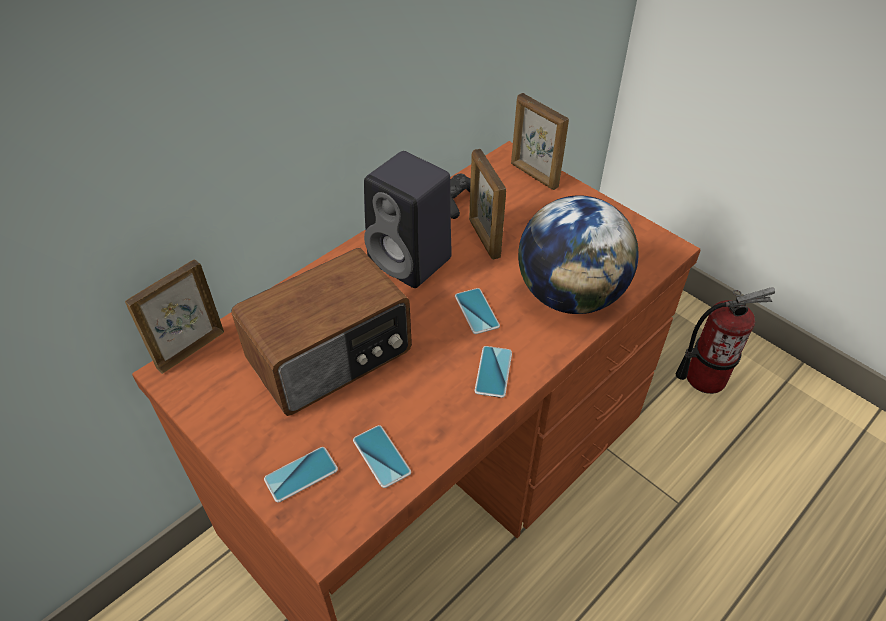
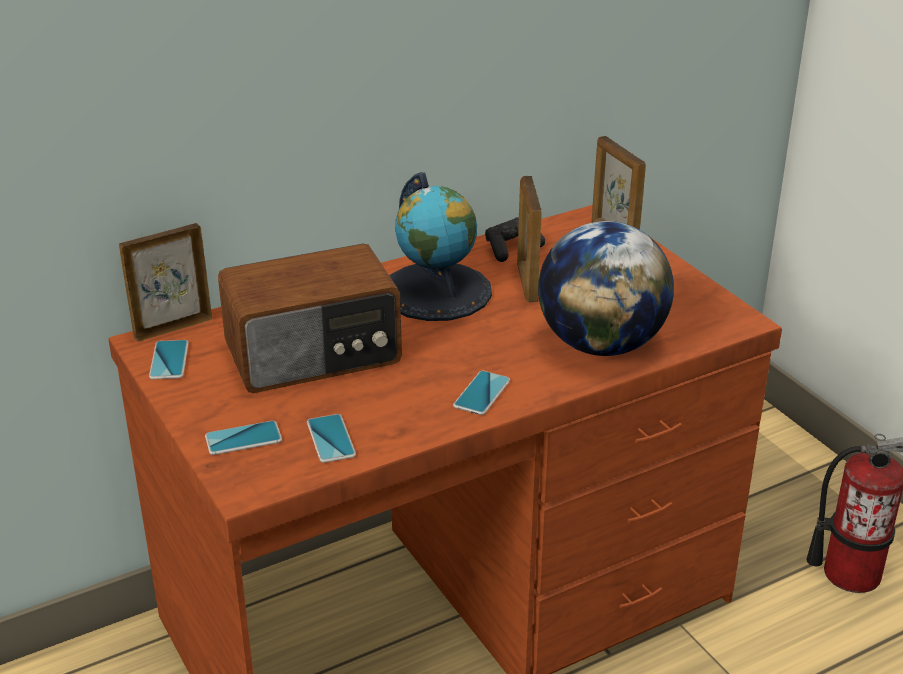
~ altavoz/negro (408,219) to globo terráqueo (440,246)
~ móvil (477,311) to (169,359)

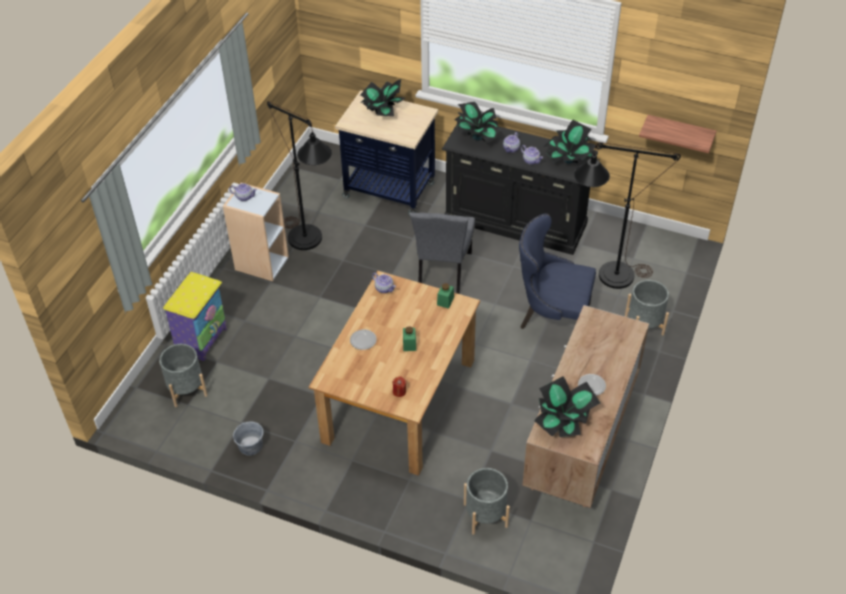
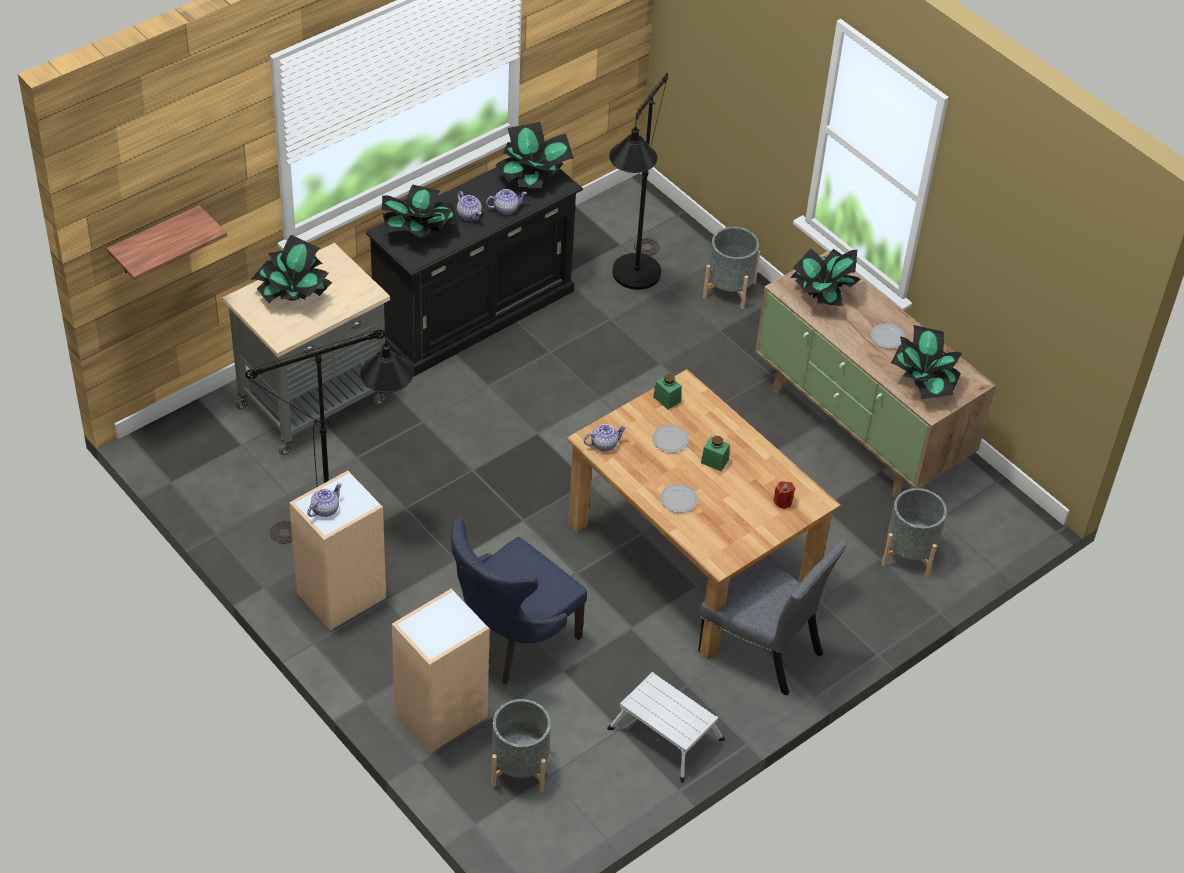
~ mesita de noche (195,316) to estantería (440,670)
~ cubo/gris (248,438) to escalera de tijera/blanco (666,727)
~ carrito/azul (386,153) to carrito/gris (306,349)
~ silla/gris (442,253) to (772,618)
~ silla/azul (557,271) to (519,601)
~ estante (678,134) to (167,242)
+ plato (670,439)
+ planta en maceta (825,277)

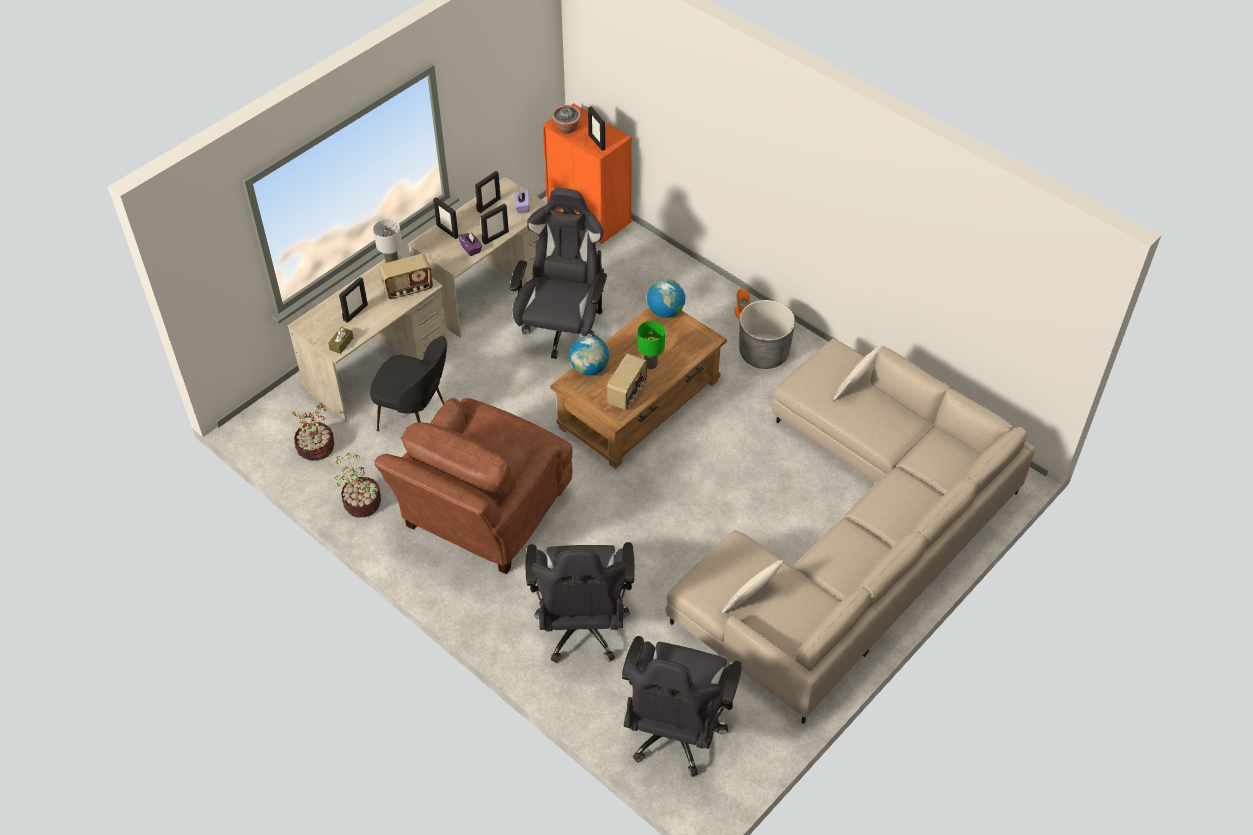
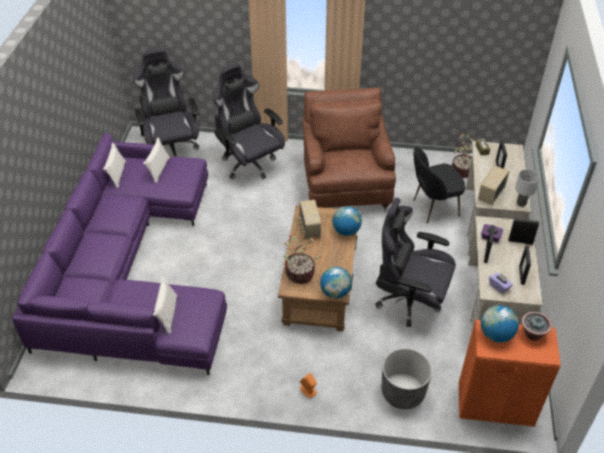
~ planta en maceta (358,485) to (302,259)
~ silla de oficina/negro (558,273) = (415,262) 135 degrees clockwise
~ portarretratos (596,128) to globo terráqueo (500,324)
- lámpara de mesa/verde (651,345)
~ sofá/beis (850,531) to sofá/morado (119,254)
~ maceta/gris (767,334) to (407,378)
+ cojín/blanco (114,165)

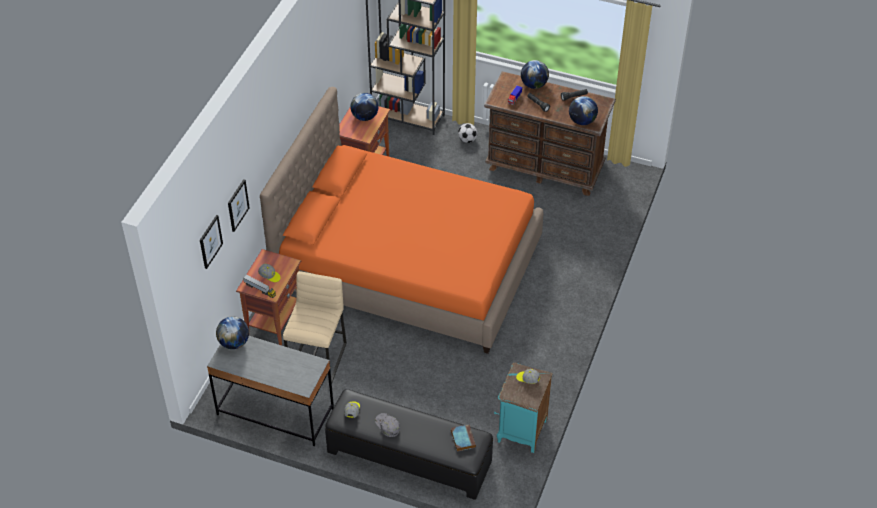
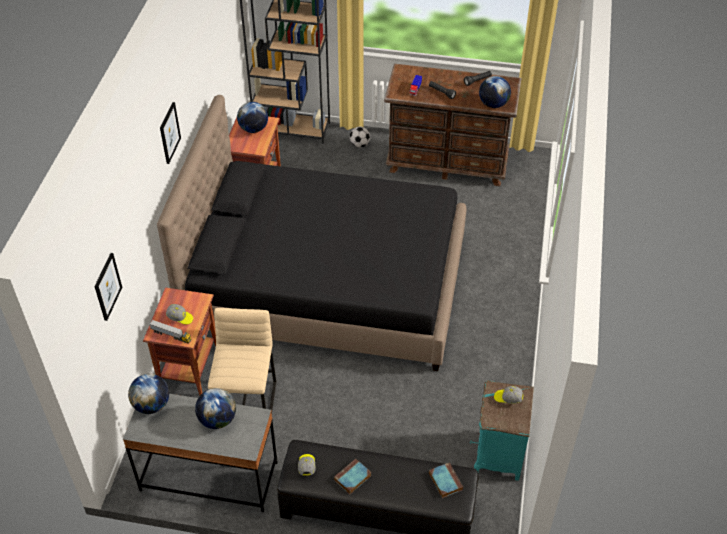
~ cuadro (239,205) to (170,133)
~ cama/naranja (401,220) to cama/negro (312,233)
~ gorra/gris (387,425) to libro (353,476)
~ globo terráqueo (535,74) to (215,408)

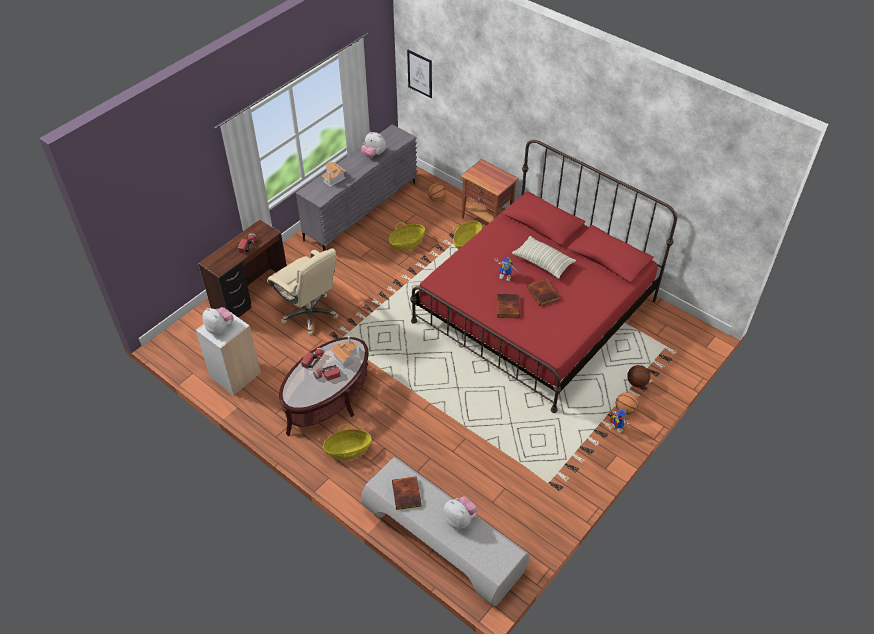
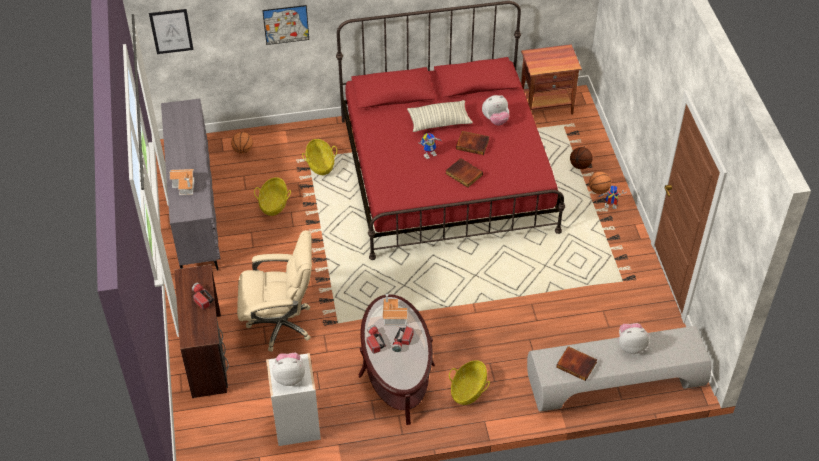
~ peluche (373,145) to (495,110)
~ mesita de noche (489,191) to (551,79)
+ cuadro (285,25)

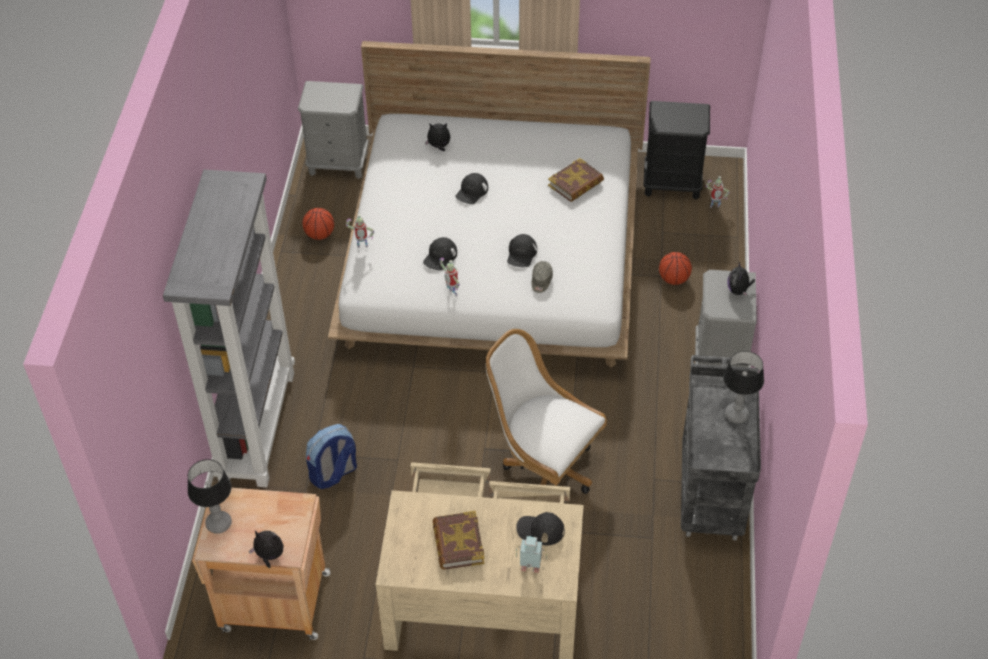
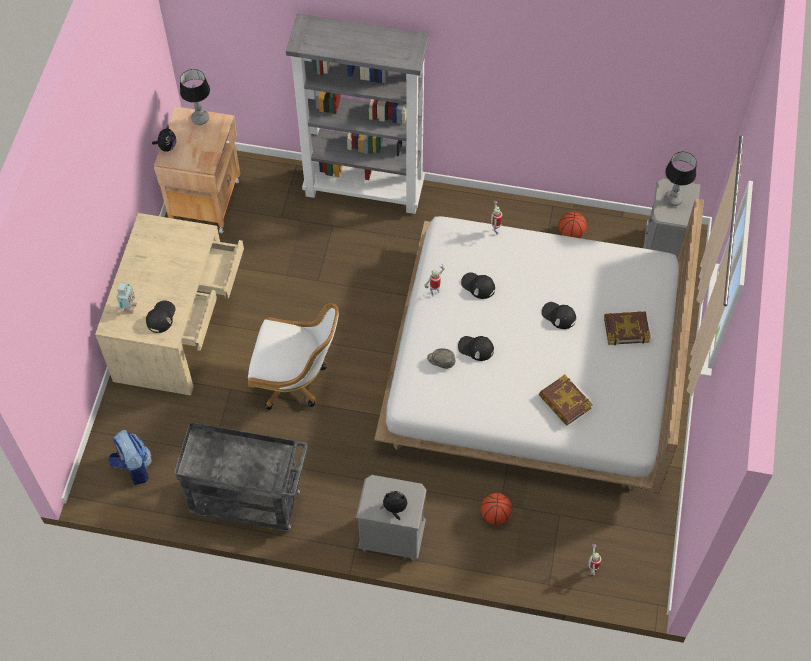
~ mochila (331,456) to (130,457)
- peluche (437,137)
~ libro (458,540) to (627,328)
~ silla de oficina/blanco (546,411) = (293,356) 60 degrees clockwise
- mesita de noche/negro (676,150)
~ lámpara de mesa (743,387) to (680,179)

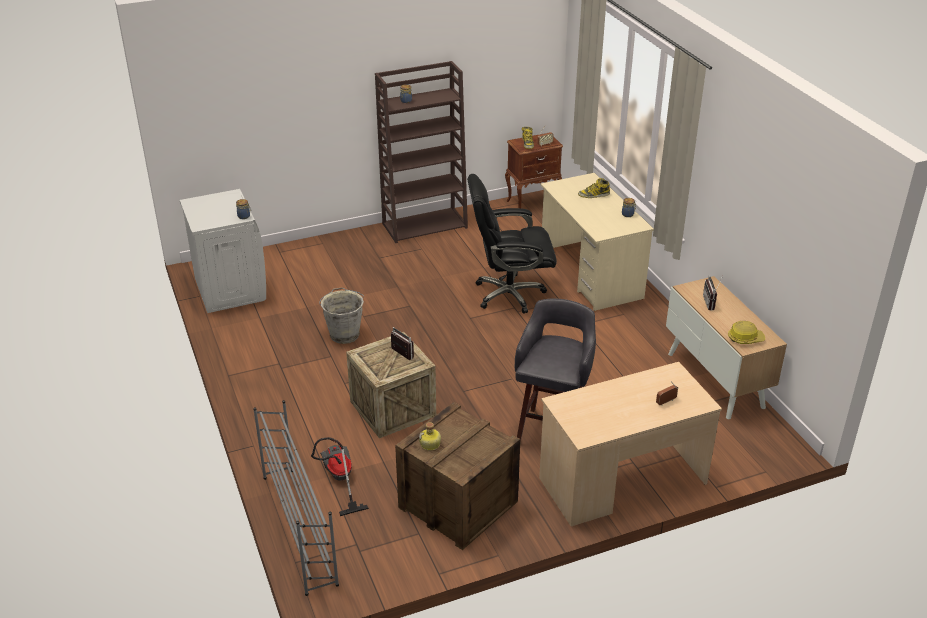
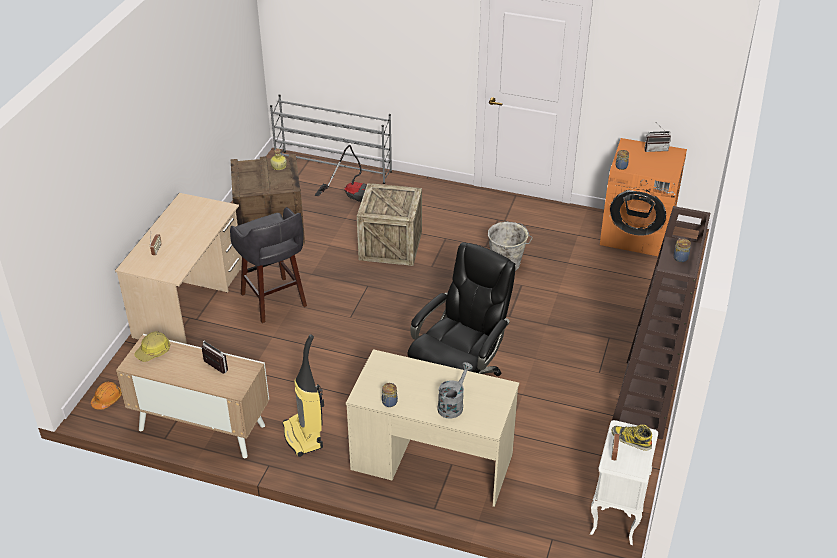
~ lavadora/blanco (223,251) to lavadora/naranja (643,197)
~ radio (402,343) to (657,138)
~ mesita de noche/marrón (534,170) to mesita de noche/blanco (624,482)
~ bota (594,188) to regadera/gris (455,390)
+ casco/naranja (106,396)
+ aspiradora (303,396)

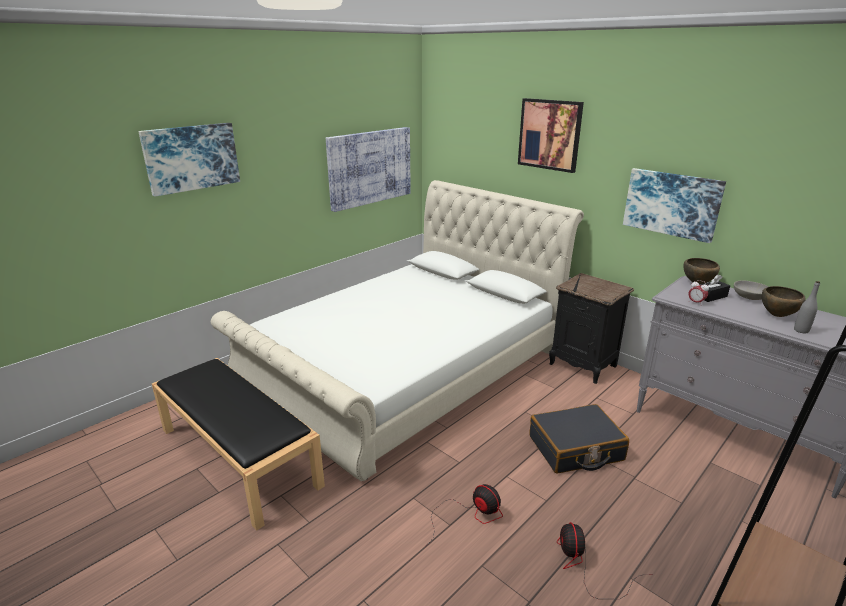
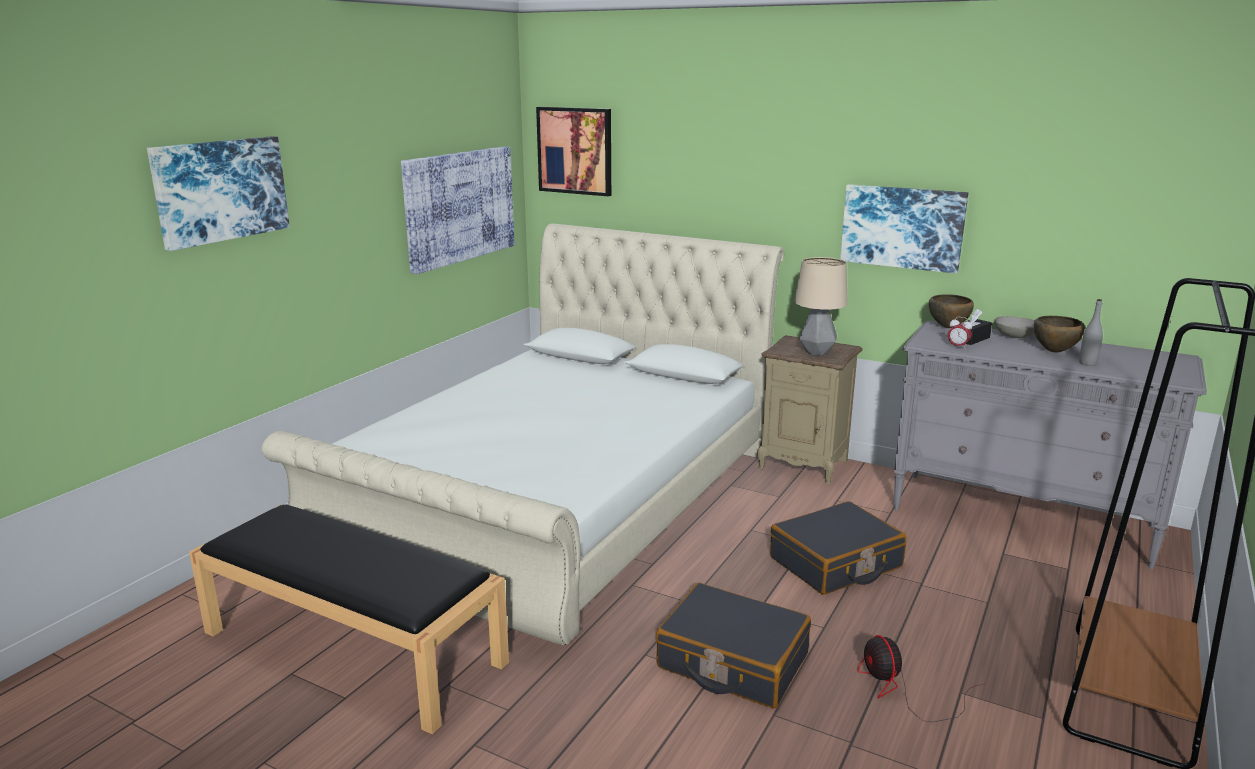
~ ventilador (465,514) to maleta/negro (733,645)
~ cuadro (551,135) to (573,151)
~ mesita de noche/negro (591,328) to mesita de noche/beis (810,410)
+ lámpara de mesa (821,306)

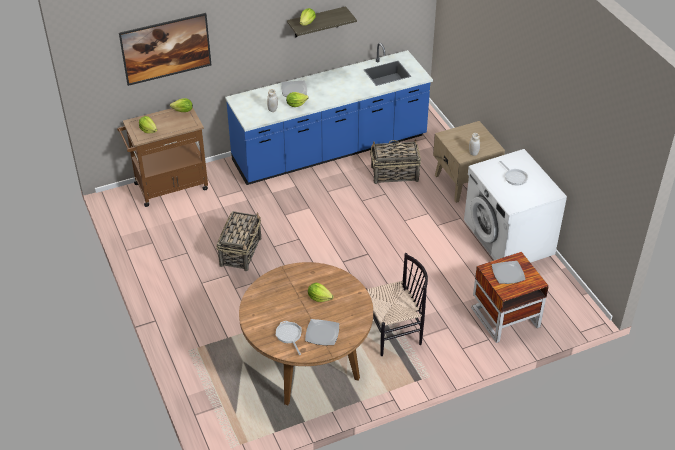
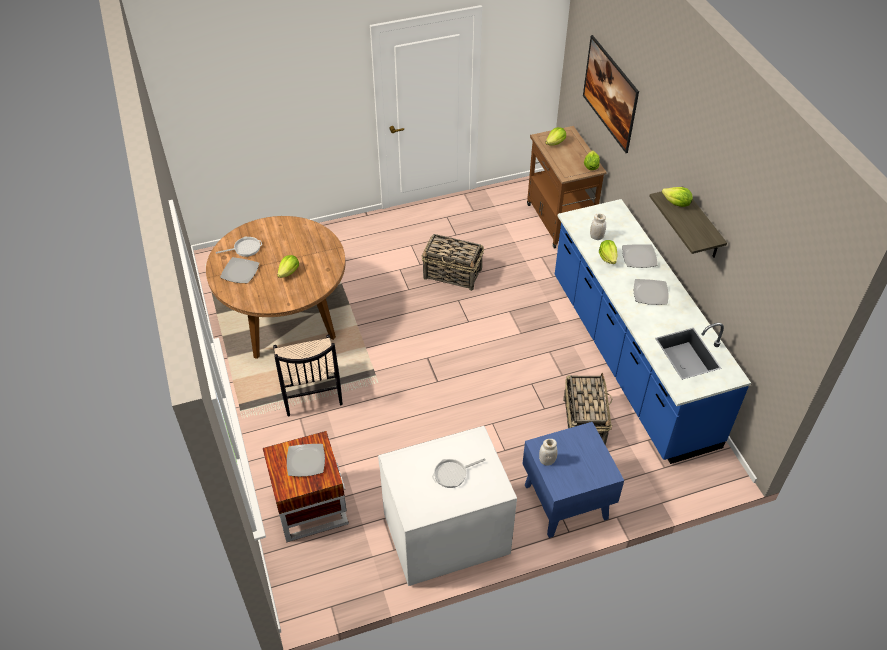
~ mesita de noche/beis (469,162) to mesita de noche/azul (573,480)
+ plato (651,292)

